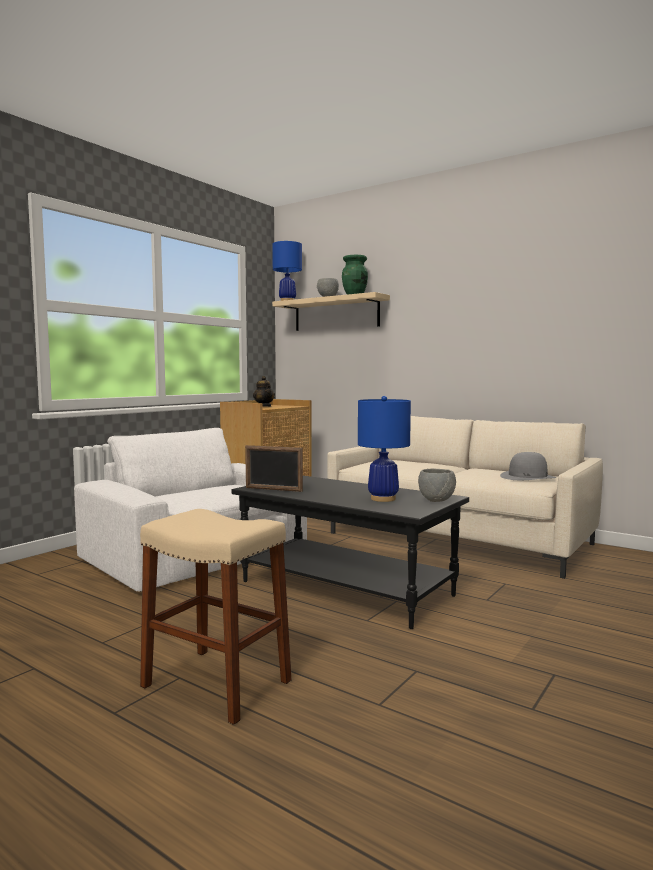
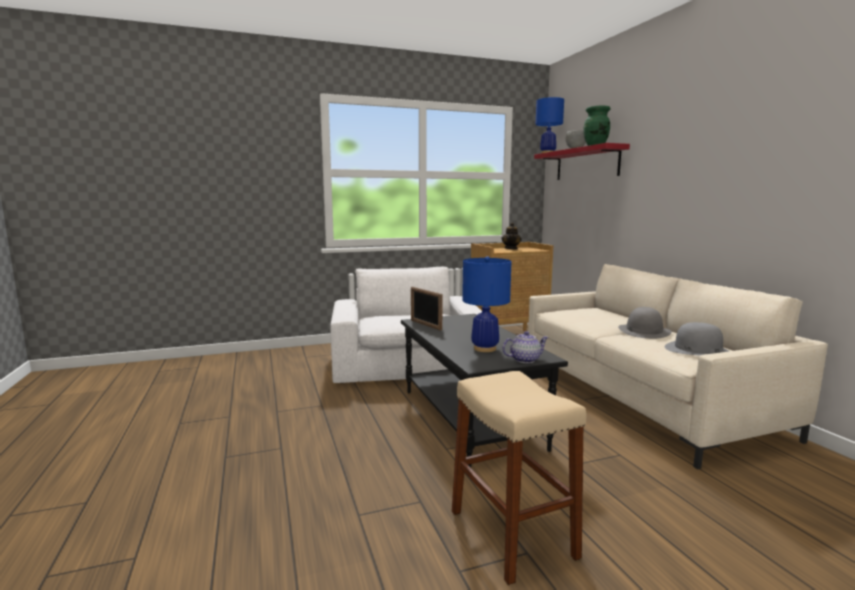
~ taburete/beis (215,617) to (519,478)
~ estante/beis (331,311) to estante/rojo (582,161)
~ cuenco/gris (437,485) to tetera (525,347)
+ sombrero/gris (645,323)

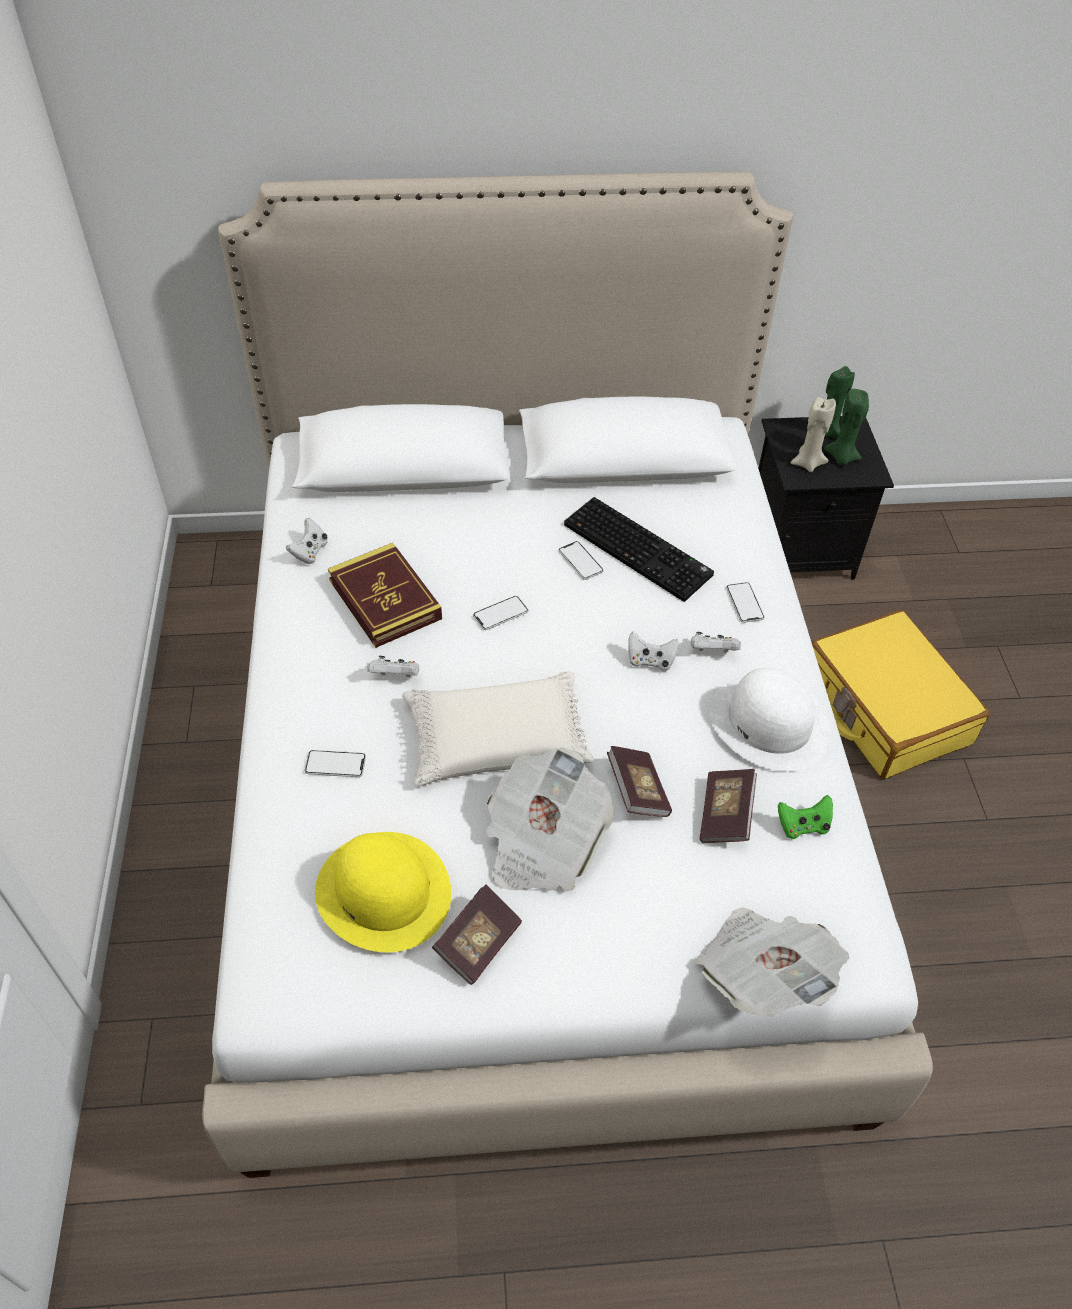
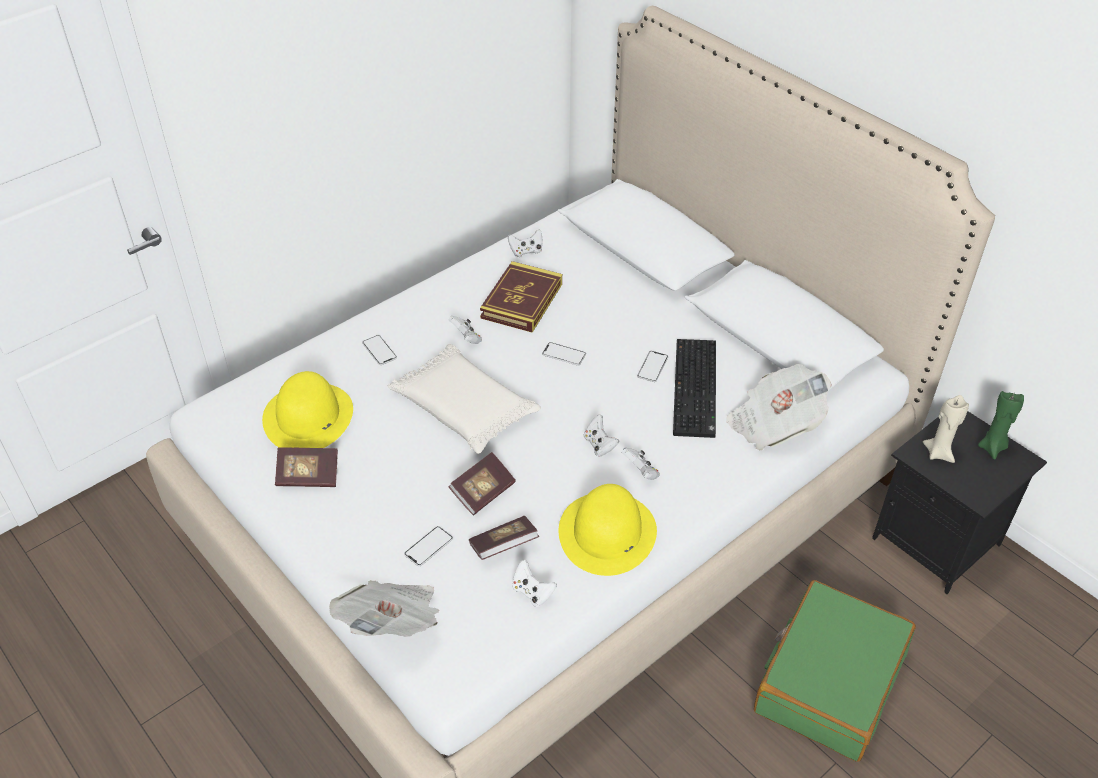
~ periódico (550,820) to (779,407)
~ sombrero/blanco (770,720) to sombrero/amarillo (608,530)
~ móvil (745,602) to (428,546)
~ mando de consola/verde (805,817) to mando de consola/blanco (534,583)
~ maleta/amarillo (901,694) to maleta/verde (835,671)
- vela/verde (846,427)

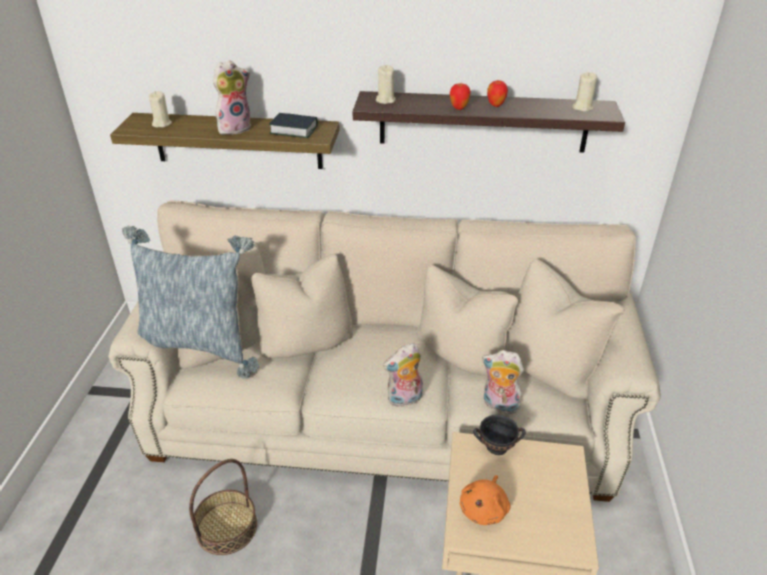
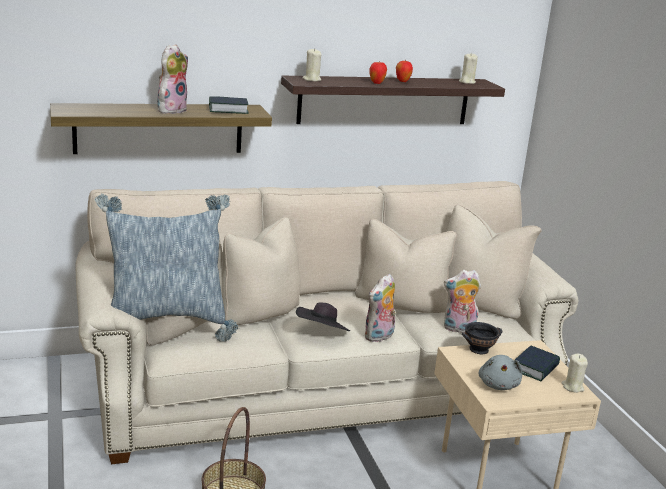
~ vela/beis (160,109) to (574,373)
~ peluche/naranja (485,500) to peluche/gris (500,372)
+ sombrero/negro (323,317)
+ libro (537,363)

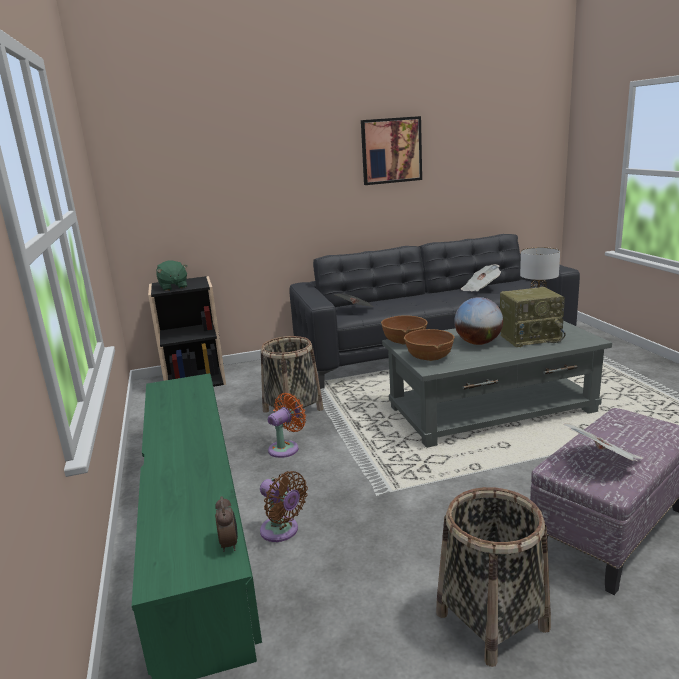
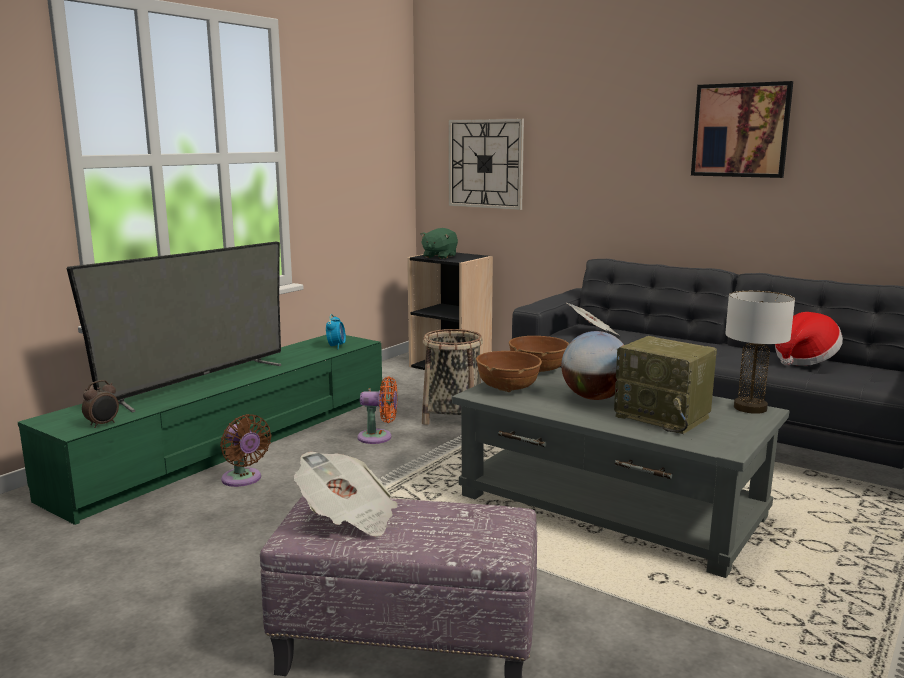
~ ventilador/marrón (284,506) = (246,450) 45 degrees counterclockwise
- cesta (493,577)
~ periódico (481,277) to sombrero (809,339)
+ televisor (173,327)
+ despertador (336,331)
+ reloj de pared (486,164)

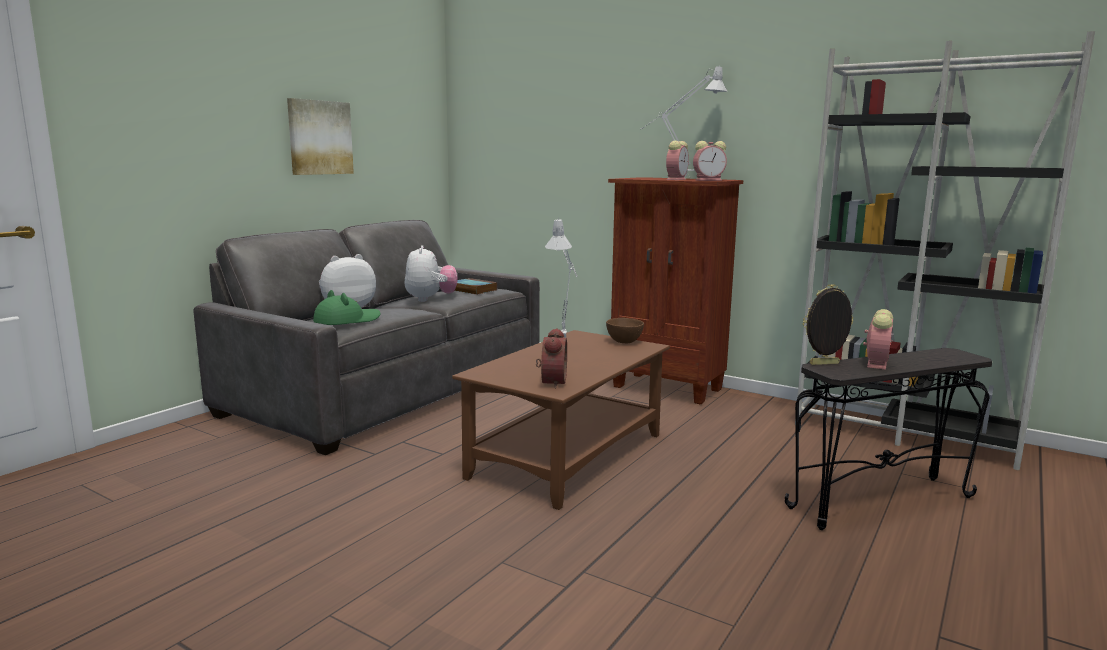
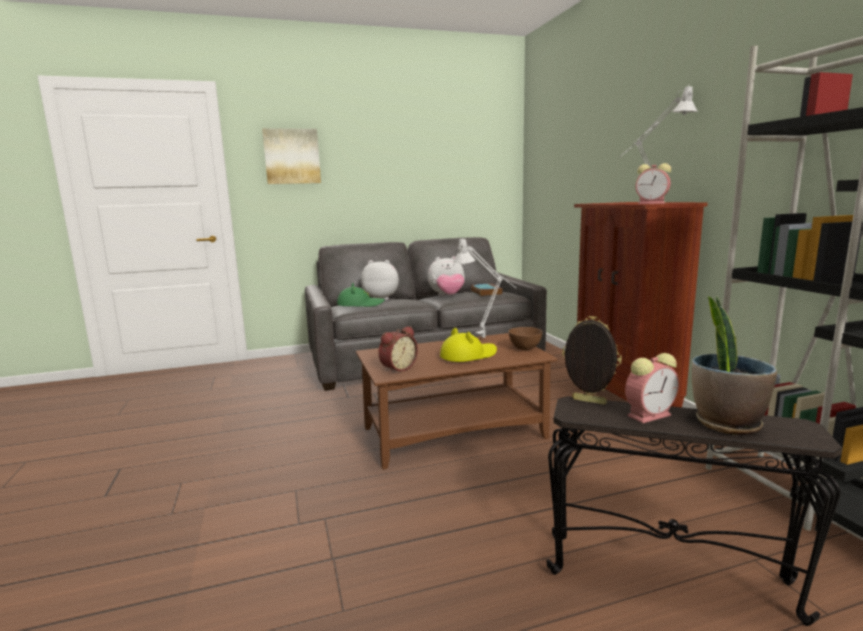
~ cuadro (320,136) to (291,156)
~ peluche (431,273) = (446,276) 45 degrees clockwise
- despertador (677,160)
+ sombrero/amarillo (468,345)
+ planta en maceta (734,365)

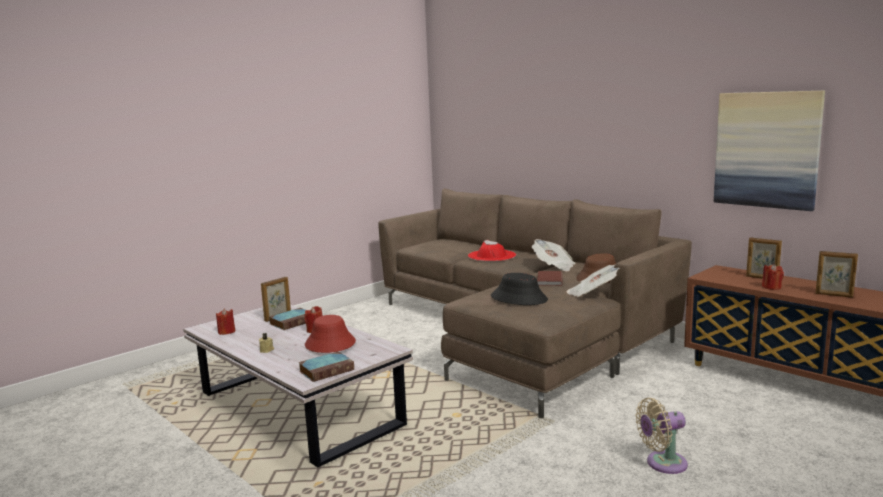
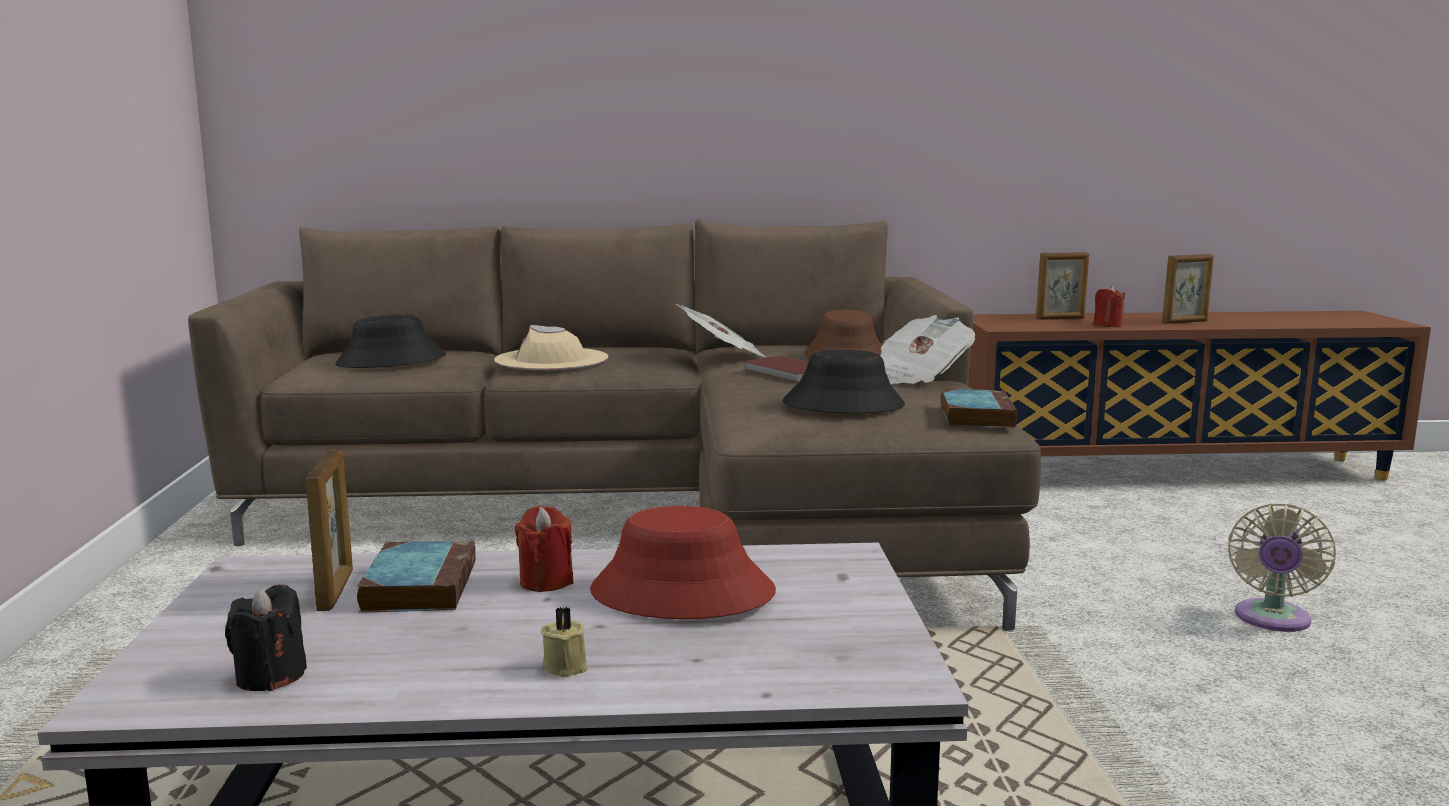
~ vela/rojo (225,321) to vela/negro (266,638)
~ libro (326,366) to (978,408)
~ sombrero/rojo (492,251) to sombrero/beis (551,348)
- cuadro (769,150)
+ sombrero/negro (390,341)

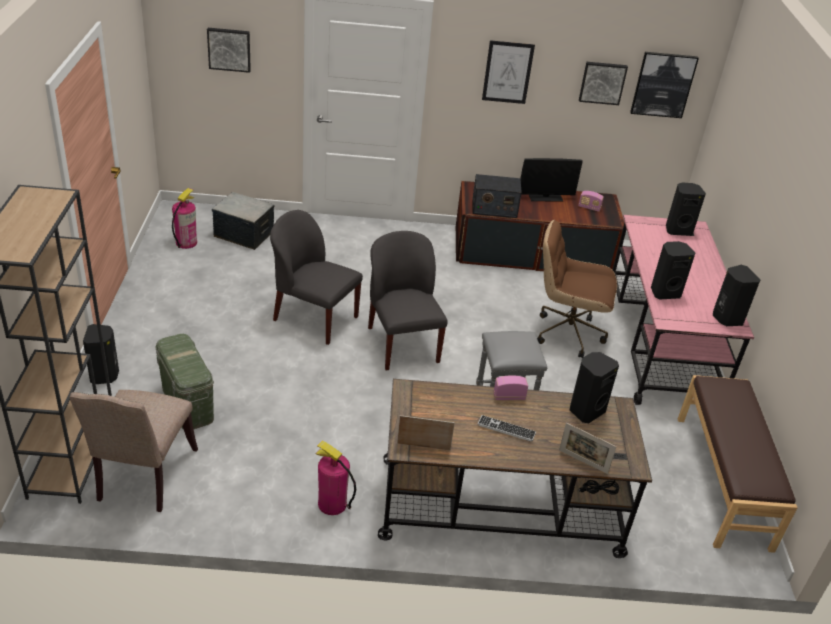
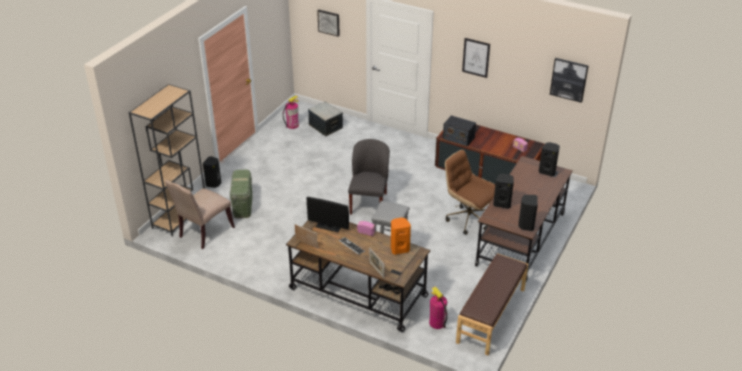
- silla/gris (316,277)
~ extintor (335,478) to (438,307)
~ monitor (551,180) to (327,214)
~ altavoz/negro (594,387) to altavoz/naranja (401,236)
- cuadro (603,83)
~ escritorio/rosa (683,310) to escritorio/marrón (524,218)

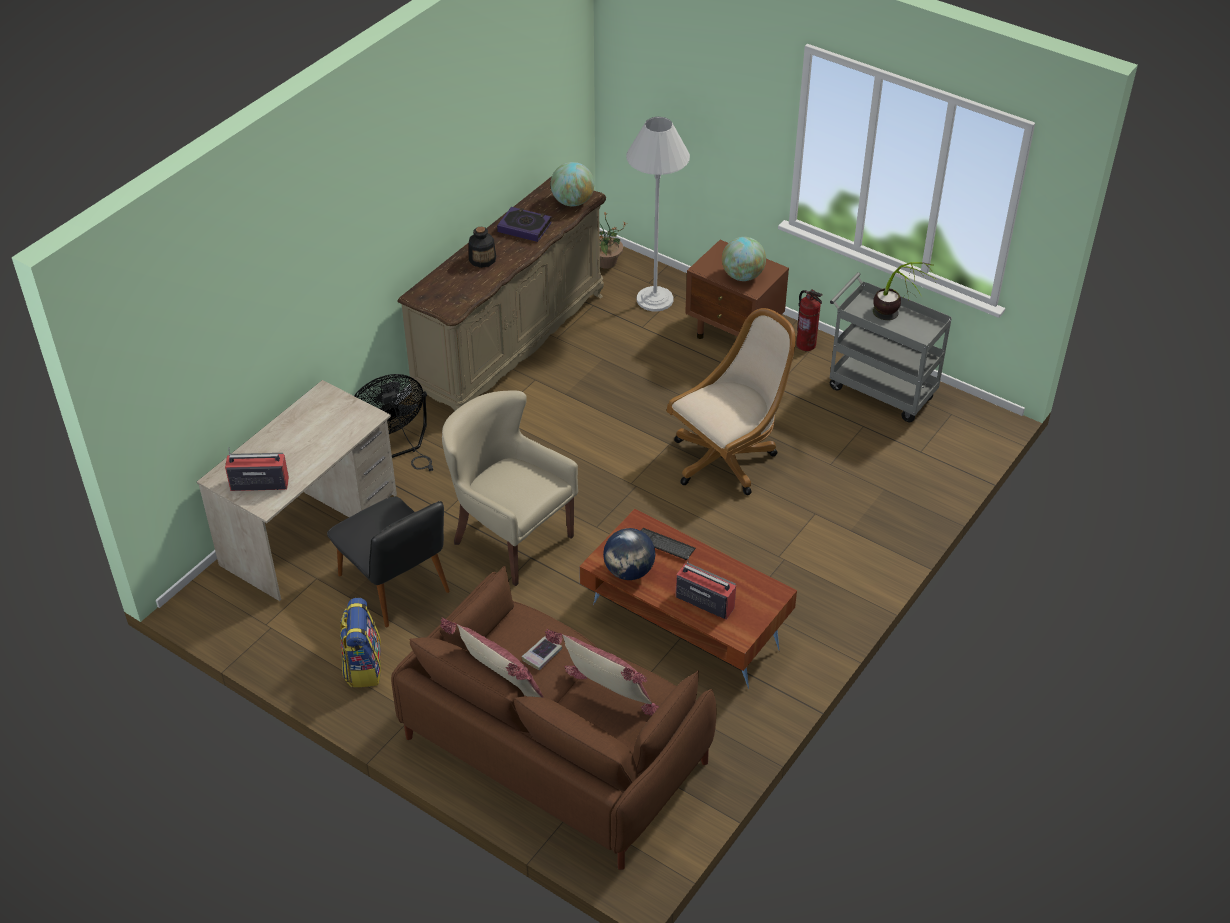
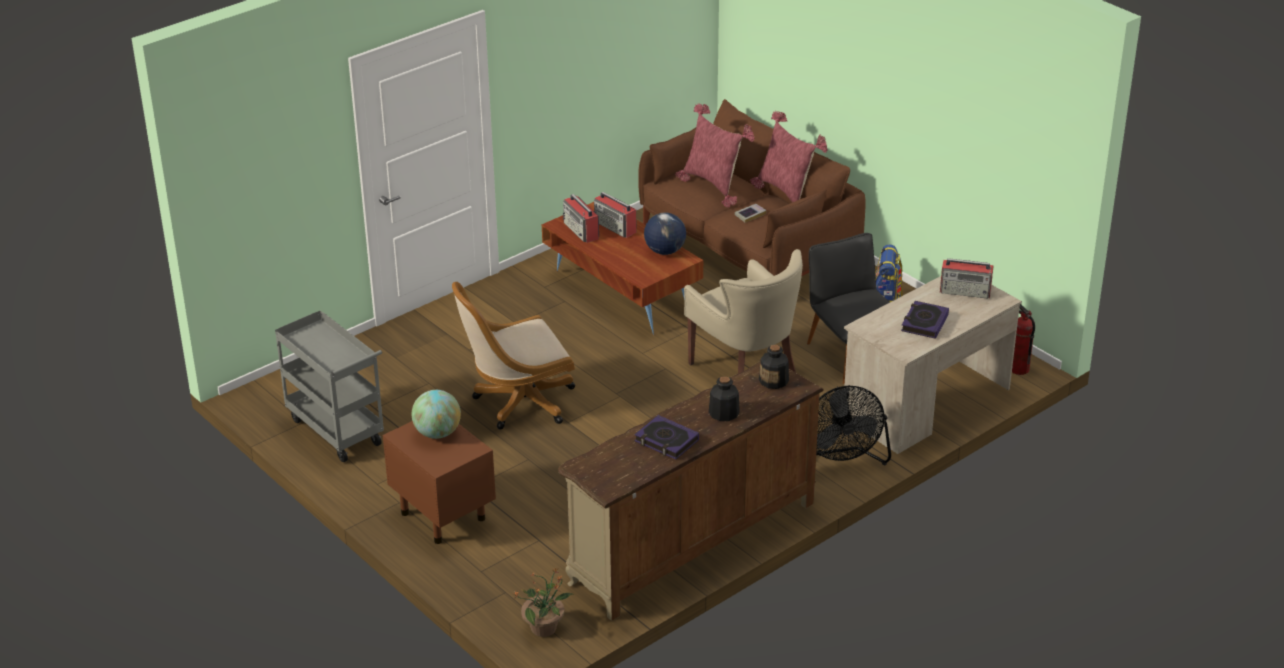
- globo terráqueo (572,184)
- lámpara de pie/blanco (658,214)
- teclado (668,544)
~ extintor (809,320) to (1023,339)
- planta en maceta (905,291)
+ radio (581,218)
+ botella (774,367)
+ libro (925,320)

